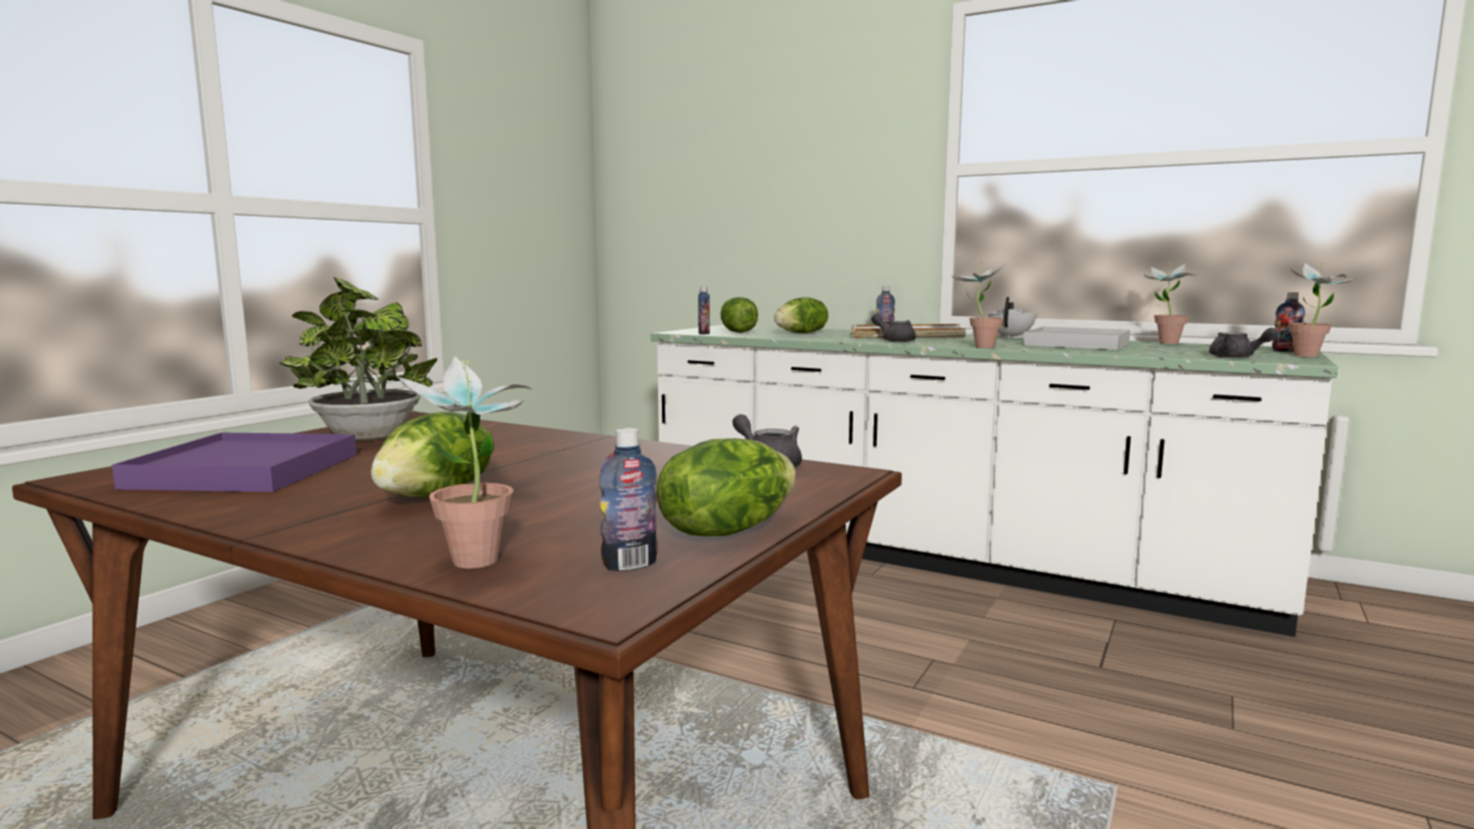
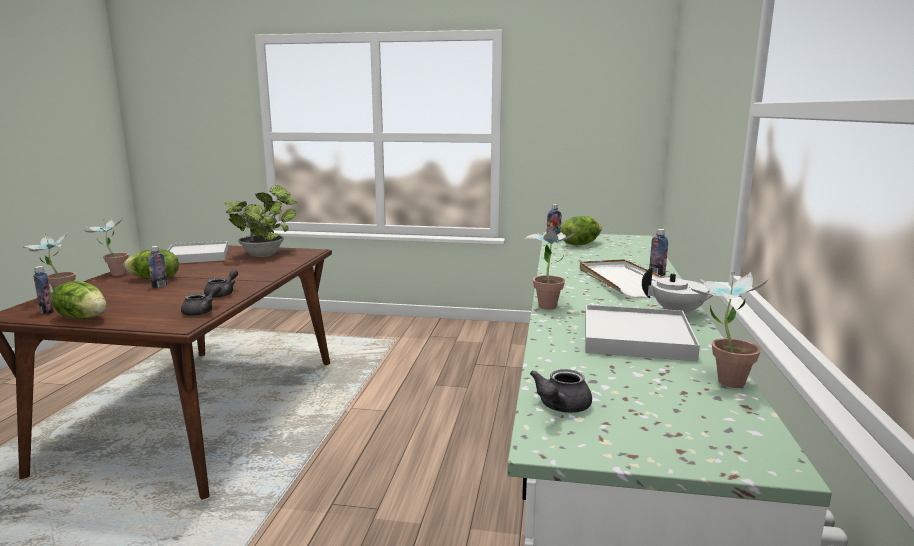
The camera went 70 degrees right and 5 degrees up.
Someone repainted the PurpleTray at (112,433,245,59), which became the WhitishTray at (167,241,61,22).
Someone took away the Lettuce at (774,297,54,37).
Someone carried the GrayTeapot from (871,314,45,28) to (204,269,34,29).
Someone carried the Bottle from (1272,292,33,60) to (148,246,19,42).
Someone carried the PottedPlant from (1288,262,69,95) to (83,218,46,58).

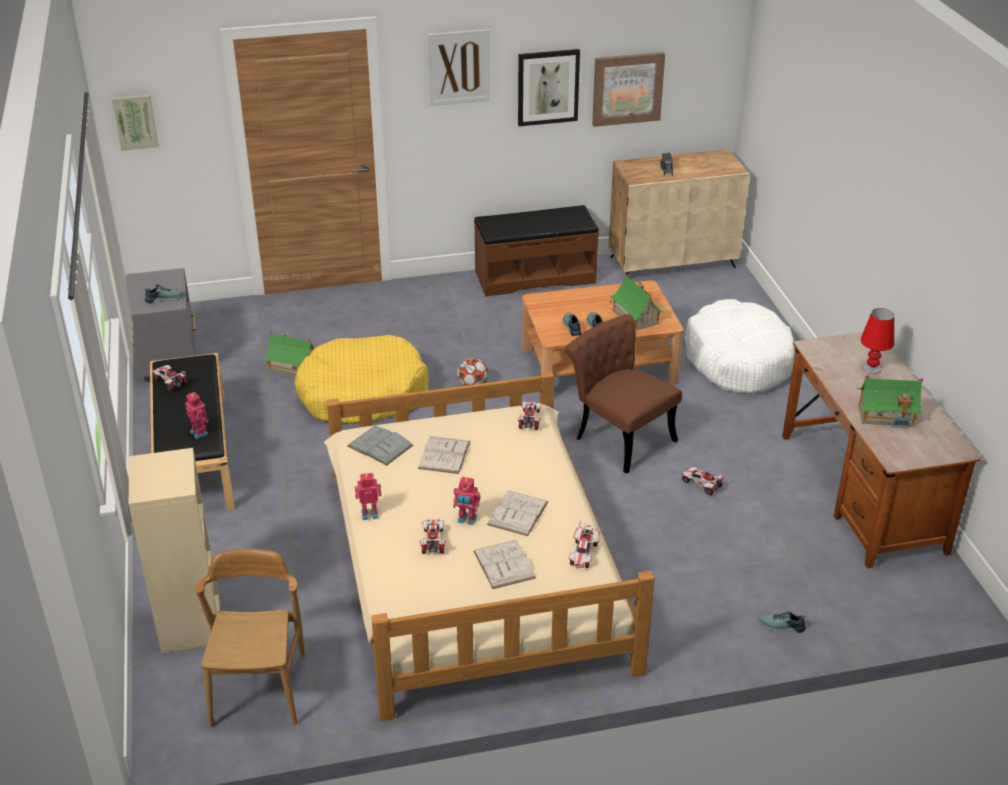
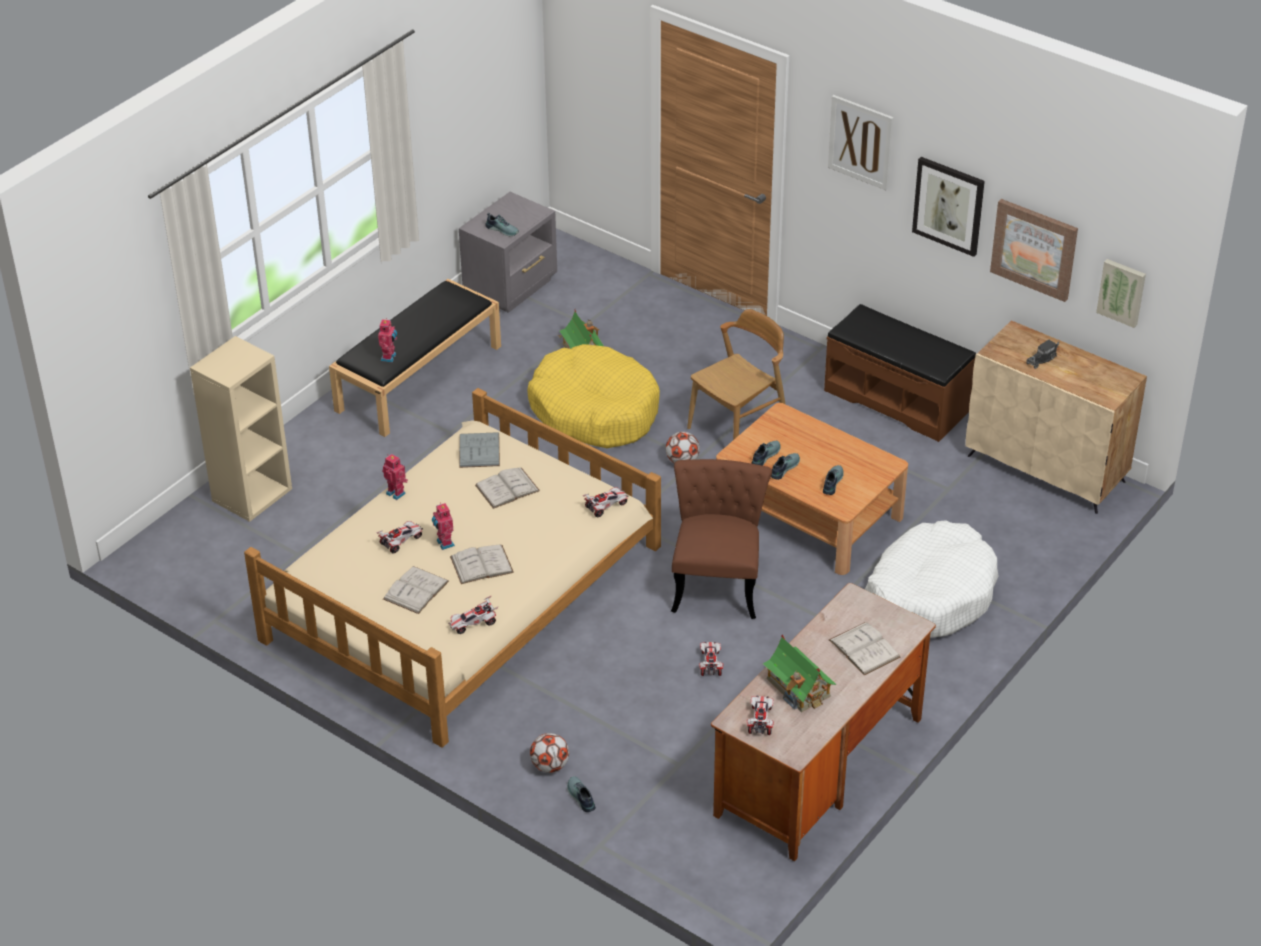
The camera went 50 degrees right and 5 degrees up.
Someone carried the WallPicture from (112,94,47,57) to (1096,259,50,69).
Someone carried the MiniatureCar from (152,365,35,27) to (747,695,27,40).
Someone carried the BrownishUprightChair from (196,548,109,179) to (687,309,98,131).
Someone swapped the ToyHouse at (609,273,55,58) for the ItemOfFootwear at (823,465,21,30).
Someone swapped the ReddishTableLamp at (861,308,33,66) for the WhitishBook at (829,622,72,53).
Someone put down the FootballBall at (530,733,39,40).

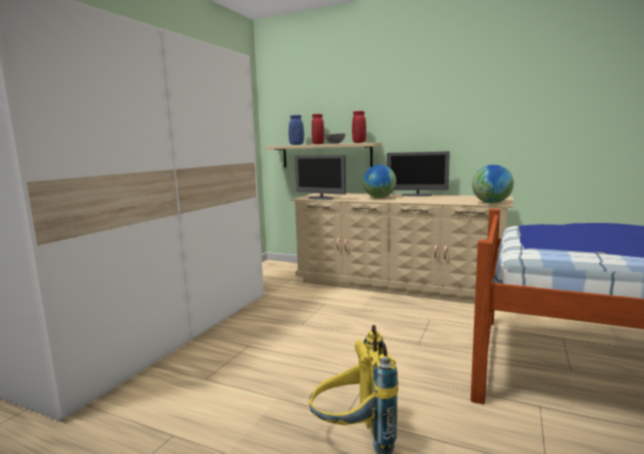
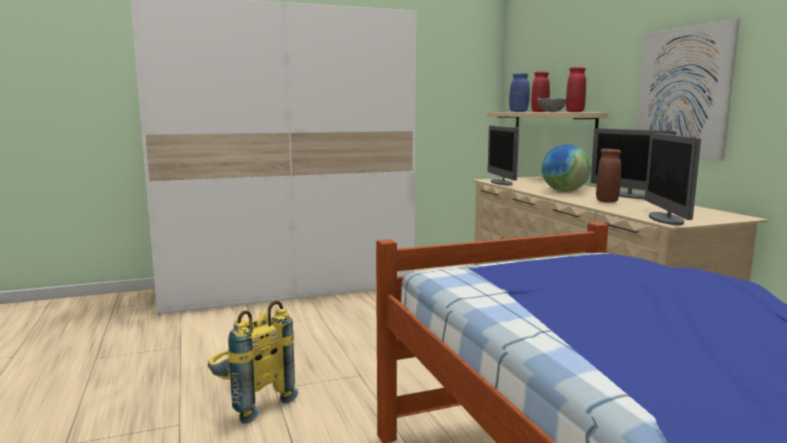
The camera went 45 degrees right and 0 degrees up.
Someone swapped the Globe at (472,165,42,38) for the ComputerDisplay at (645,133,56,92).
Someone put down the BrownishVase at (596,148,25,54).
Someone put up the WallPicture at (637,18,103,143).

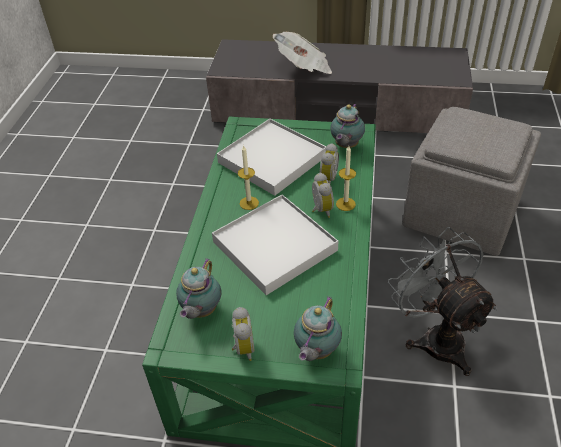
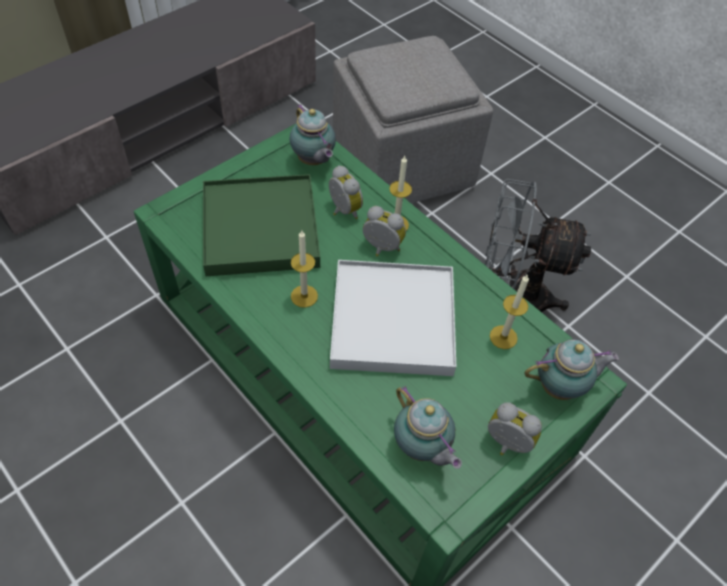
The camera went 55 degrees left and 10 degrees up.
Someone repainted the WhitishTray at (217,119,109,77), which became the GreenColouredTray at (203,174,117,102).
Someone took away the Newspaper at (273,32,59,42).
Someone rotated the Teapot at (294,296,48,65) by 75 degrees counterclockwise.
Someone put down the WaxLight at (490,274,39,75).

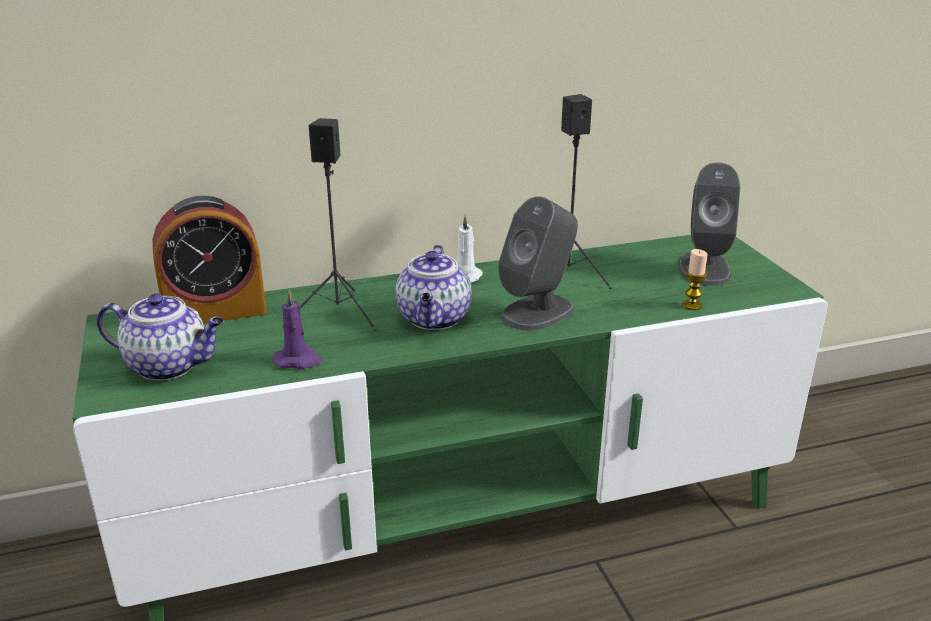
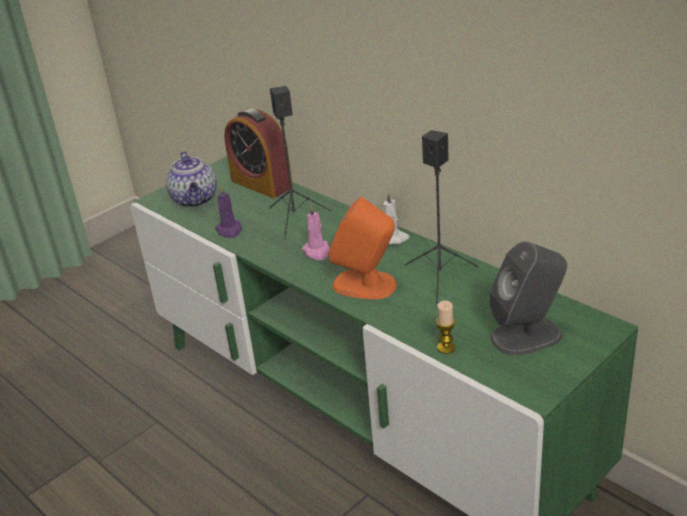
The camera went 65 degrees right and 5 degrees up.
Someone swapped the Teapot at (396,245,76,85) for the PinkColouredWaxLight at (301,204,29,56).
Someone repainted the GrayAudioSpeaker at (498,197,80,134), which became the OrangeAudioSpeaker at (328,197,69,102).

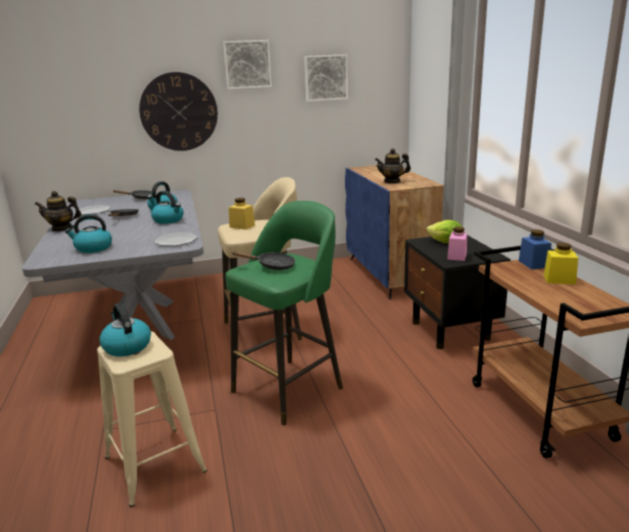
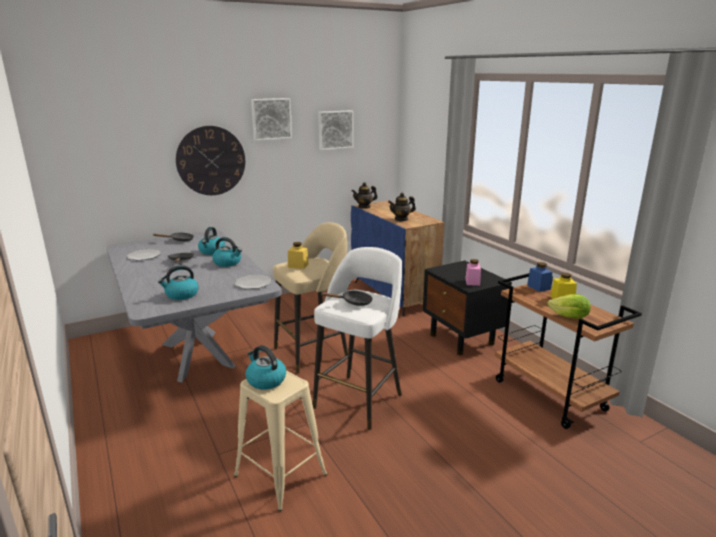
The camera went 15 degrees left and 0 degrees up.
Someone carried the Teapot from (35,191,46,40) to (352,182,25,27).
Someone repainted the GreenColouredStoolSeat at (225,201,118,225), which became the WhitishStoolSeat at (312,247,90,183).
Someone carried the Lettuce from (426,220,36,23) to (547,294,44,25).

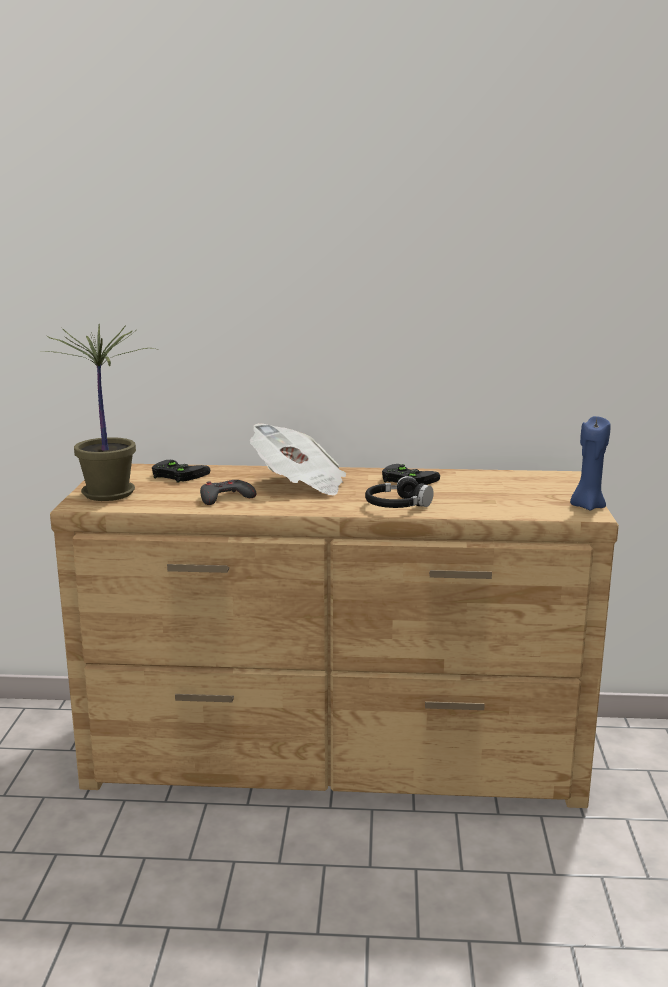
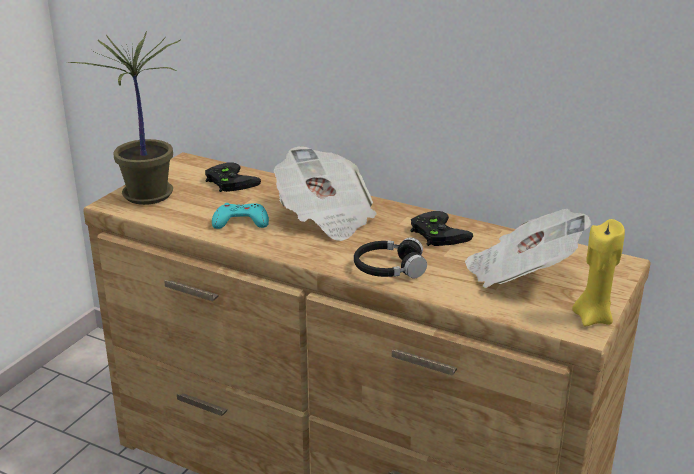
The camera went 25 degrees right and 10 degrees up.
Someone repainted the GrayGameController at (200,480,56,25), which became the TurquoiseColouredGameController at (212,203,57,26).
Someone repainted the BlueColouredWaxLight at (570,416,41,95), which became the YellowWaxLight at (572,219,53,108).
Someone put down the Newspaper at (465,209,126,79).

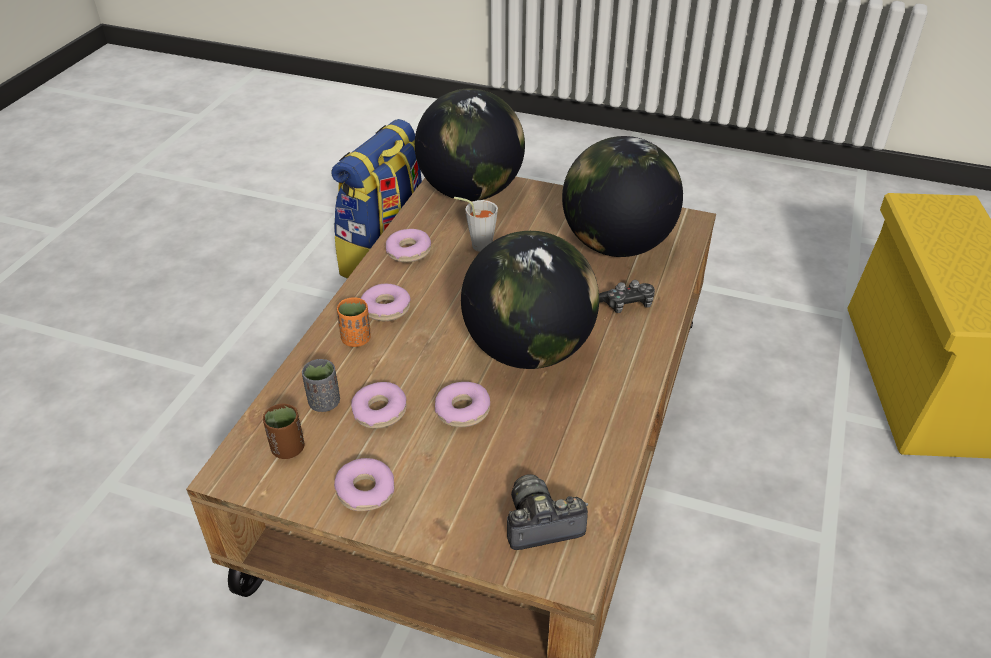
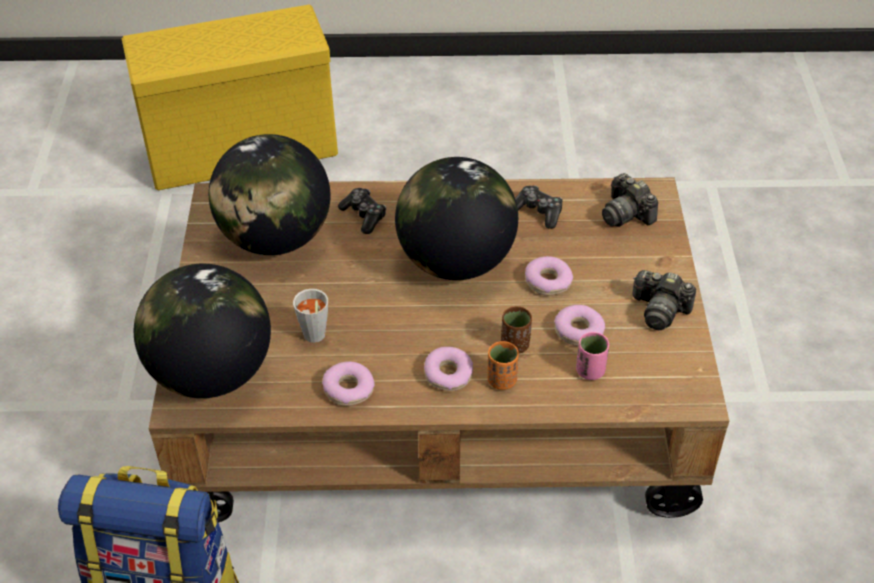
The camera went 110 degrees left and 5 degrees up.
Someone carried the BrownishCup from (263,404,42,55) to (501,306,31,48).
Someone repainted the GrayCup at (302,359,38,53), which became the PinkColouredCup at (576,332,33,48).
Someone swapped the Donut at (334,458,61,53) for the StillCamera at (633,270,63,60).
Someone put down the GameController at (515,185,48,44).

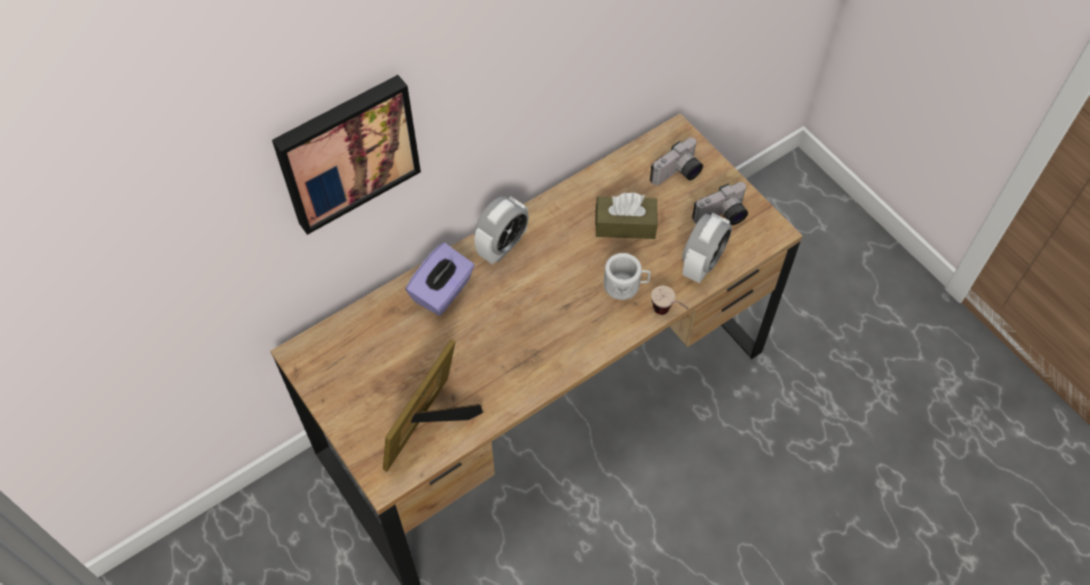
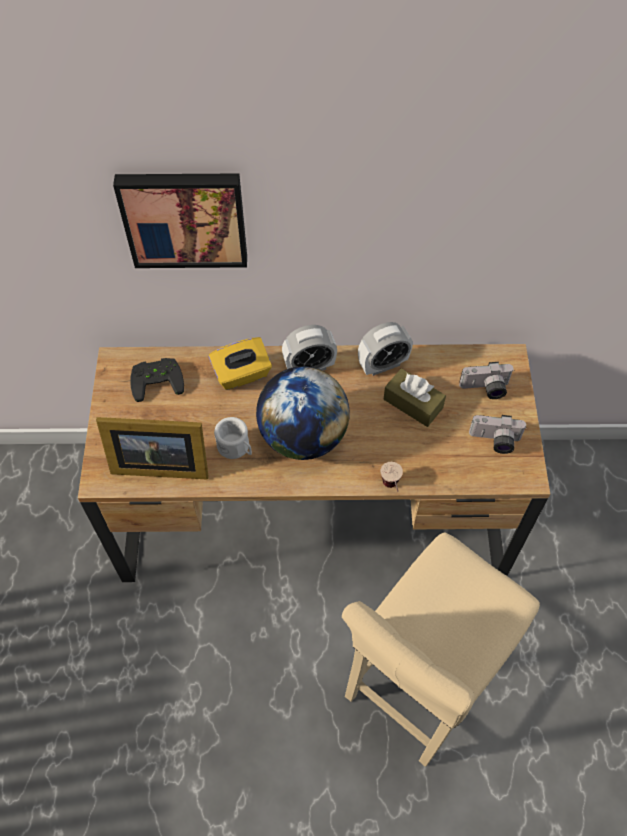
The camera went 35 degrees right and 0 degrees up.
Someone rotated the PhotoFrame at (383,339,100,133) by 150 degrees counterclockwise.
Someone repainted the PurpleTissueBox at (405,243,70,73), which became the YellowTissueBox at (209,337,63,53).
Someone carried the WhitishMug from (604,253,47,47) to (214,417,38,42).
Someone carried the BedsideClock from (682,213,50,70) to (358,322,55,54).
Someone put down the BlackColouredGameController at (130,358,54,44).
Someone put down the Globe at (256,366,94,94).
Someone put down the BeigeStoolSeat at (342,532,198,235).

